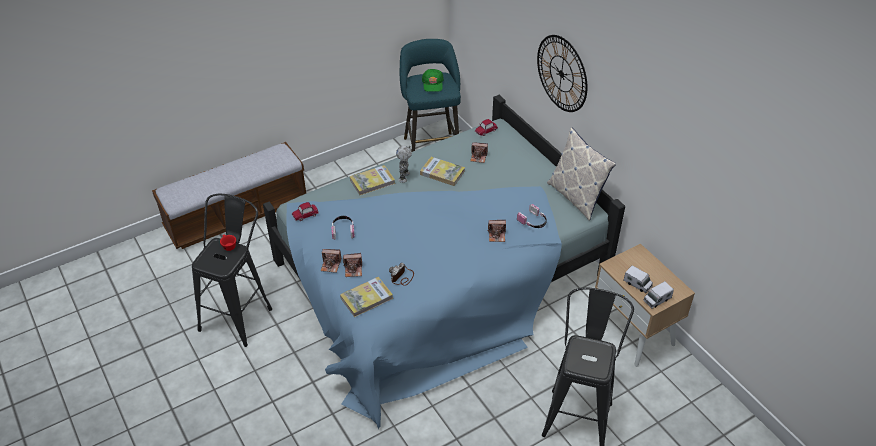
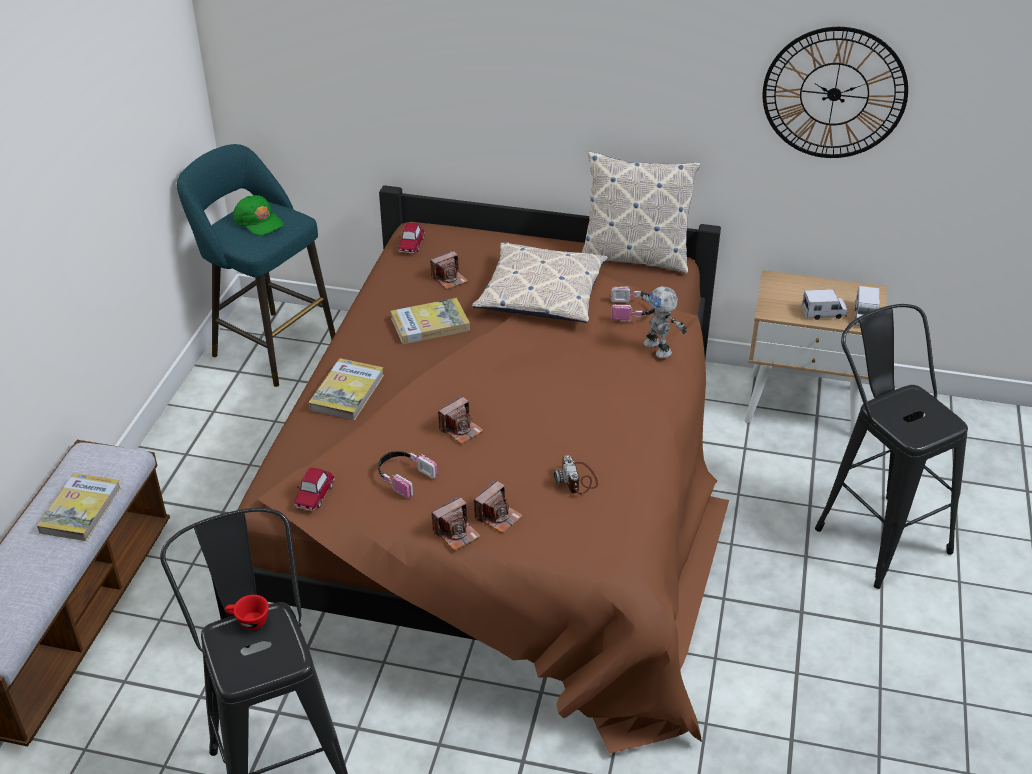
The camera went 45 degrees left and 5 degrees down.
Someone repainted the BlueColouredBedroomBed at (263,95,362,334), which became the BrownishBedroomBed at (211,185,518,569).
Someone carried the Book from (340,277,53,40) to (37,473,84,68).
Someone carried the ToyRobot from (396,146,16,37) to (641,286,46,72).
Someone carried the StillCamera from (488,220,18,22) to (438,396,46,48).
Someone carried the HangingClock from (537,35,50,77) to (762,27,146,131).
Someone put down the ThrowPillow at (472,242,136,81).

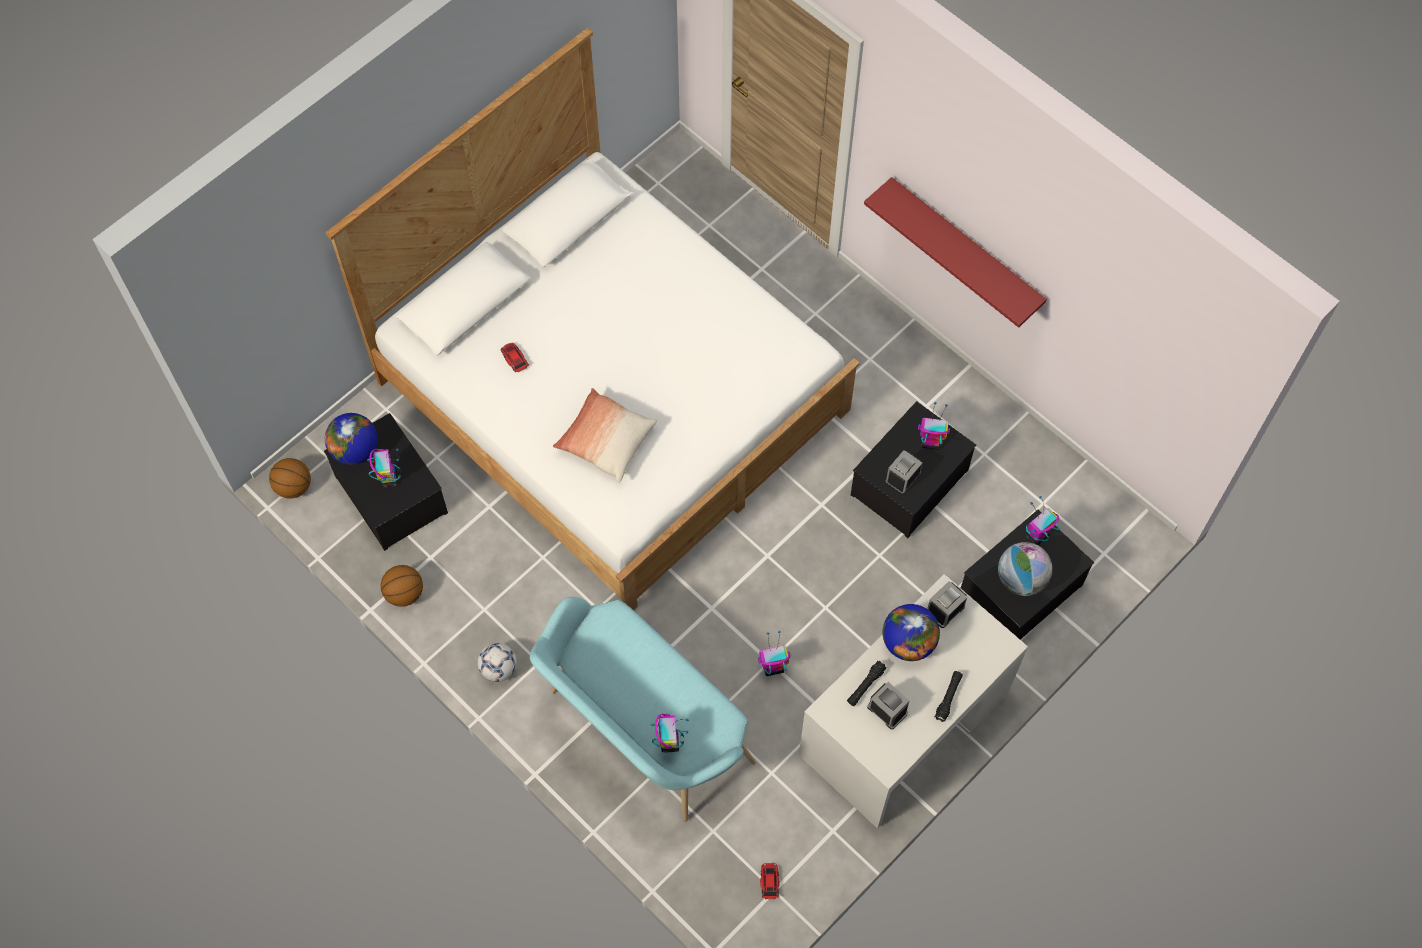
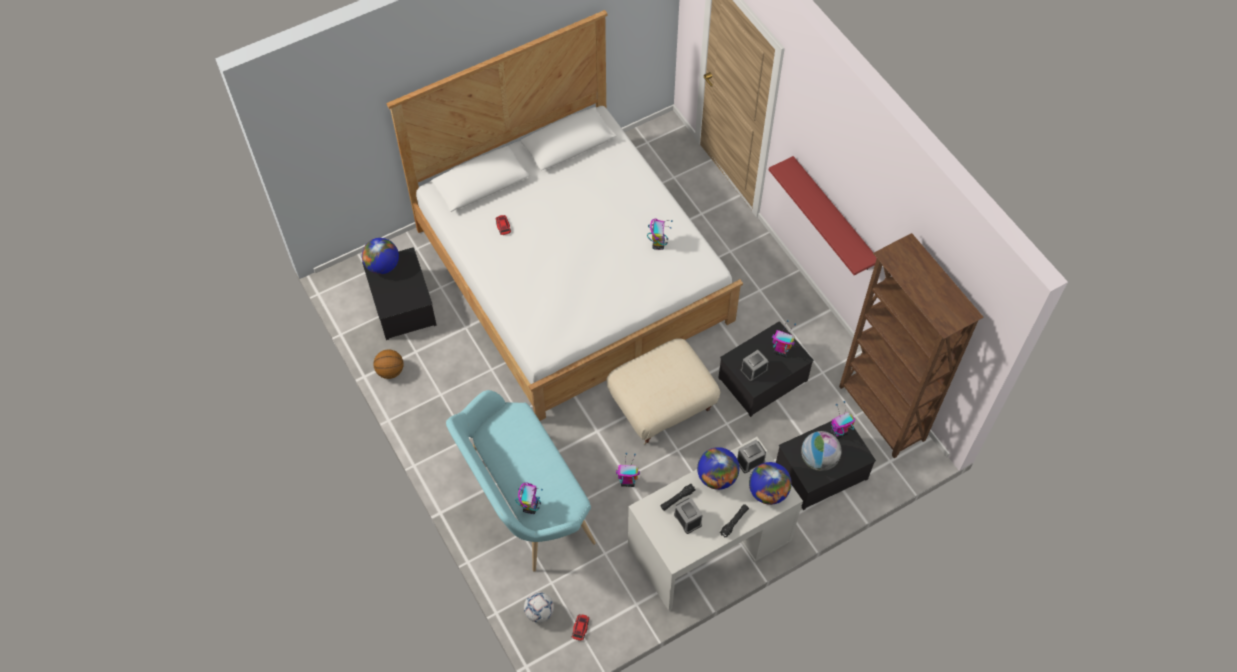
The camera went 15 degrees right and 5 degrees down.
Someone took away the Basketball at (269,458,42,40).
Someone carried the ToyRobot from (367,448,34,39) to (647,219,26,31).
Someone carried the FootballBall from (478,643,39,39) to (524,592,30,31).
Someone took away the ThrowPillow at (553,388,104,94).
Someone put down the BeigeOttoman at (606,338,114,107).
Someone put down the Globe at (749,462,43,43).
Someone put down the BrownishShelvingUnit at (839,233,145,225).

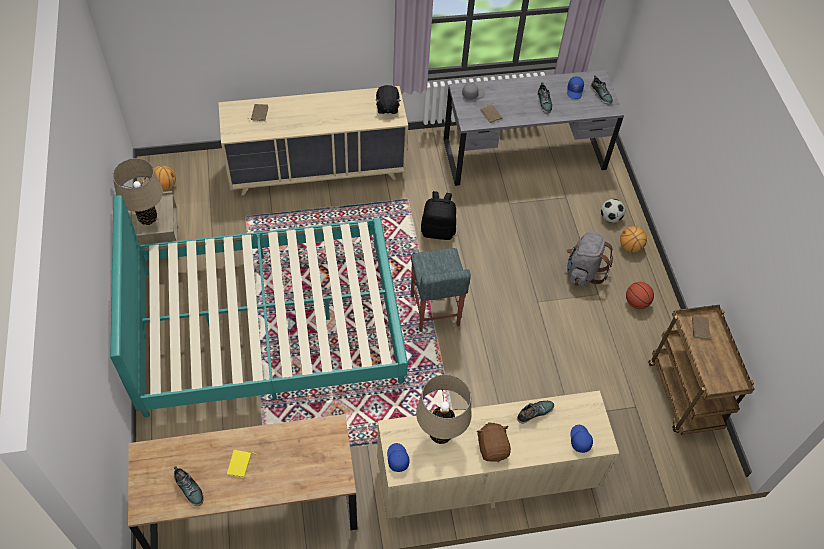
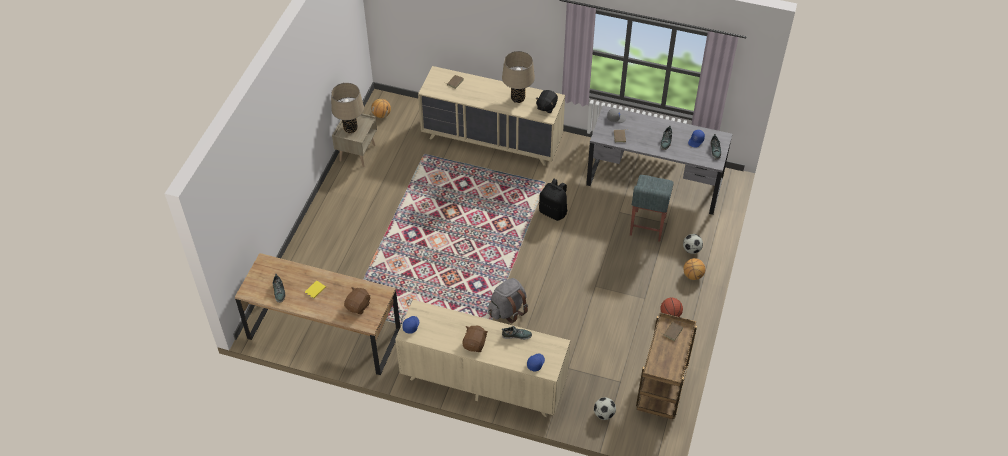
The camera went 30 degrees right and 5 degrees down.
Someone took away the TurquoiseColouredBedroomBed at (110,195,298,222).
Someone carried the GrayStoolSeat from (411,248,60,84) to (630,175,44,67).
Someone carried the BeigeTableLamp from (416,374,55,70) to (502,51,33,52).
Someone carried the GrayBackpack from (567,232,46,55) to (488,278,40,45).
Someone put down the BrownishCuddlyToy at (344,287,26,27).
Someone put down the FootballBall at (594,397,22,23).

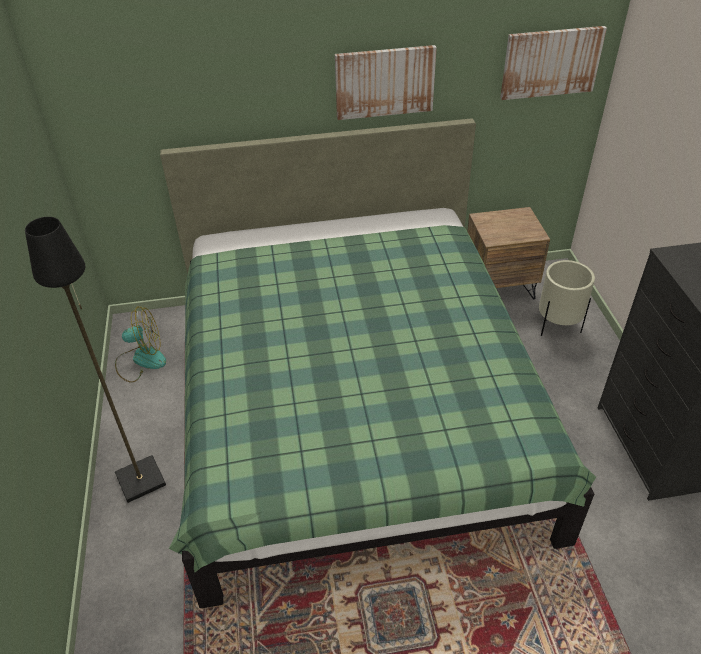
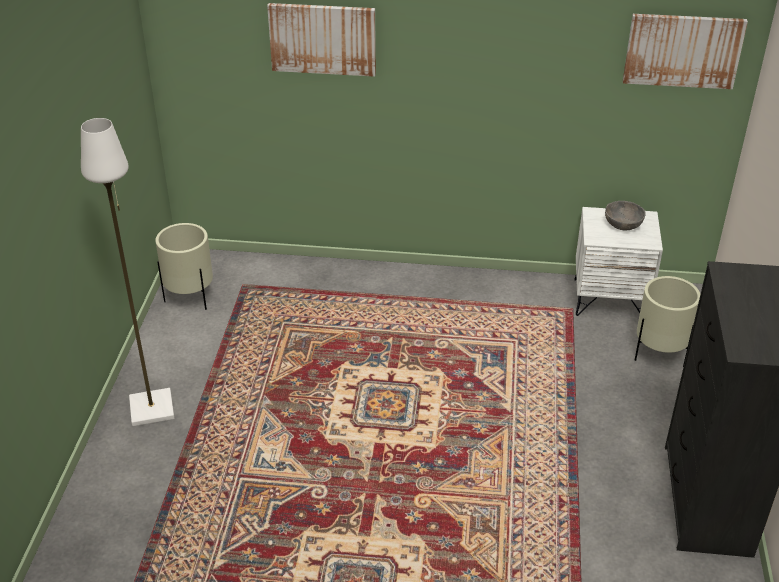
The camera went 15 degrees right and 5 degrees down.
Someone repainted the BlackColouredStandingLamp at (25,217,141,286), which became the WhitishStandingLamp at (81,118,93,308).
Someone swapped the Fan at (115,306,51,77) for the BeigePlantPot at (155,223,58,87).
Someone took away the GreenColouredBedroomBed at (160,118,436,490).
Someone carried the WallPicture from (335,45,102,75) to (267,3,109,74).
Someone repainted the BrownishNightstand at (467,207,83,92), which became the WhitishNightstand at (575,207,88,109).
Someone put down the GrayDeepDish at (605,201,41,29).

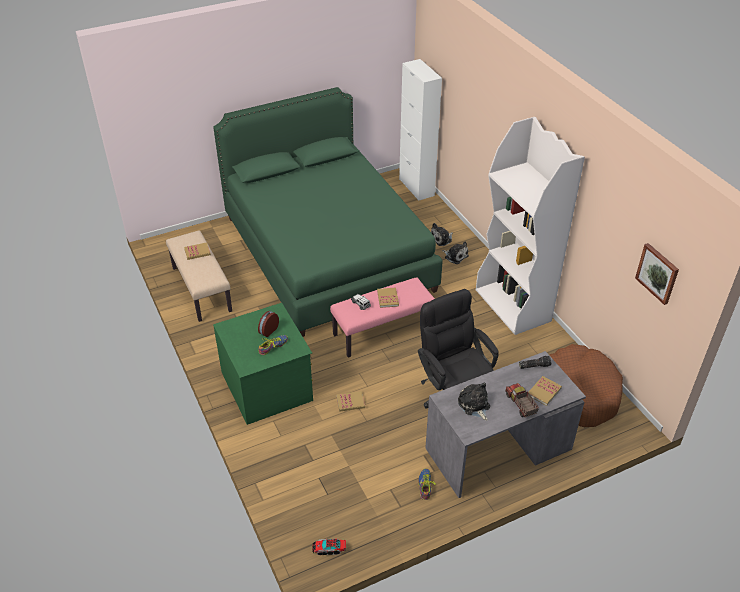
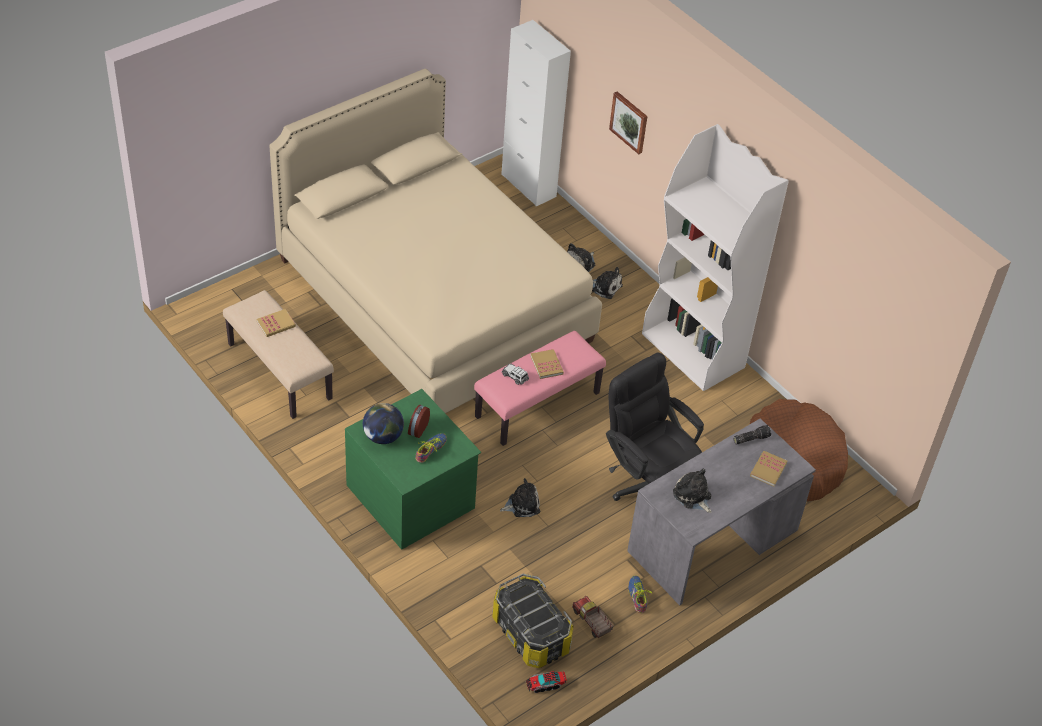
The camera went 15 degrees left and 5 degrees up.
Someone repainted the GreenColouredBedroomBed at (213,87,230,250), which became the BeigeBedroomBed at (269,69,333,344).
Someone swapped the Book at (336,391,29,21) for the CuddlyToy at (500,478,40,39).
Someone carried the ToyTruck from (505,383,34,34) to (572,596,42,42).
Someone carried the WallPicture from (635,243,44,62) to (609,92,38,62).
Someone put down the Globe at (363,403,41,41).
Someone put down the StorageBox at (492,574,82,94).

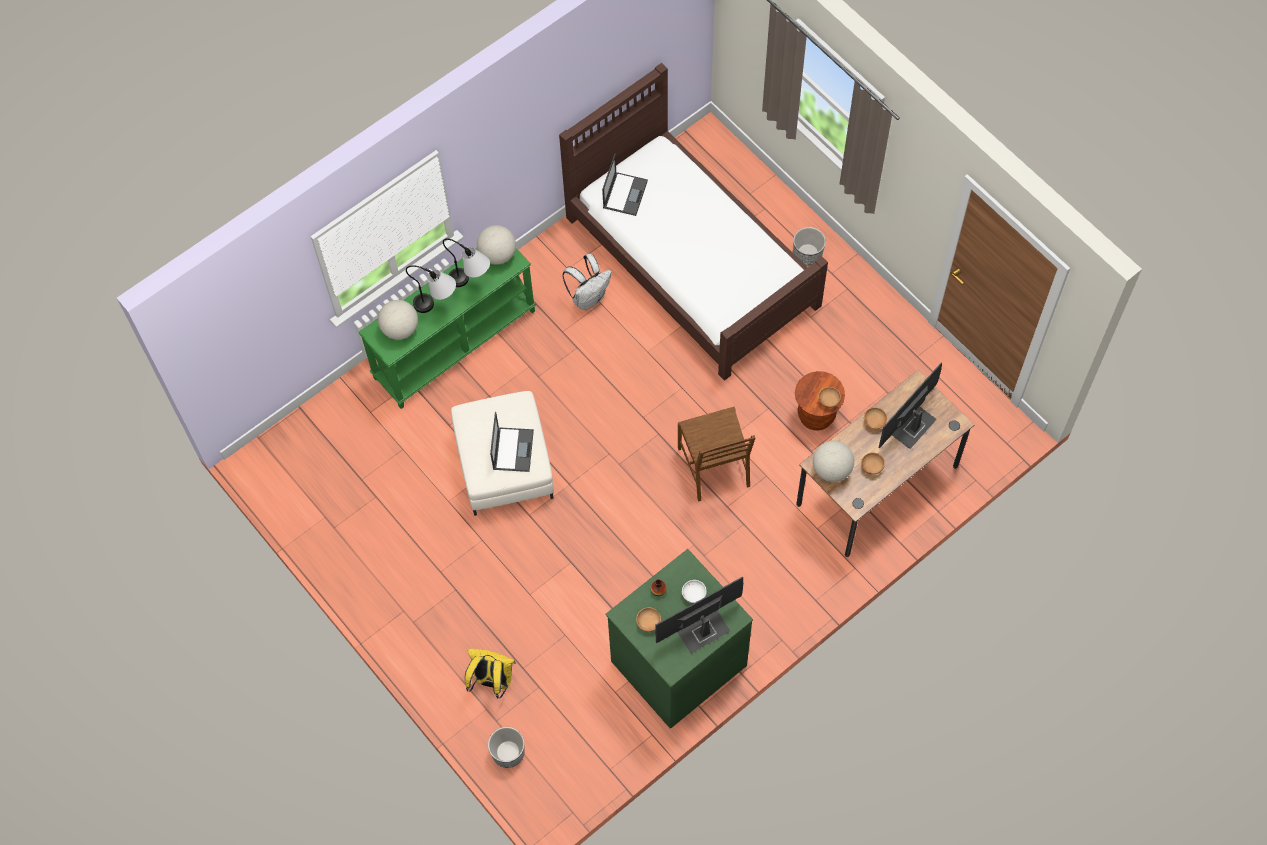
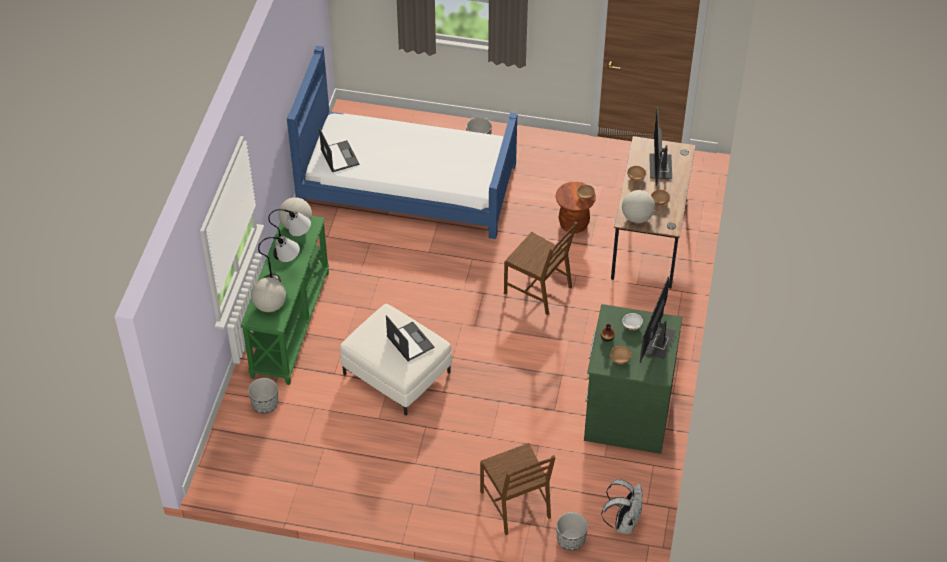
The camera went 40 degrees left and 15 degrees down.
Someone swapped the YellowBackpack at (465,649,51,49) for the BrownishUprightChair at (480,443,76,92).
Someone repainted the BrownishBedroomBed at (559,63,269,318), which became the BlueColouredBedroomBed at (287,46,230,193).
Someone carried the WhitishBackpack from (562,254,50,56) to (601,479,41,55).
Someone put down the PlantPot at (248,378,30,35).

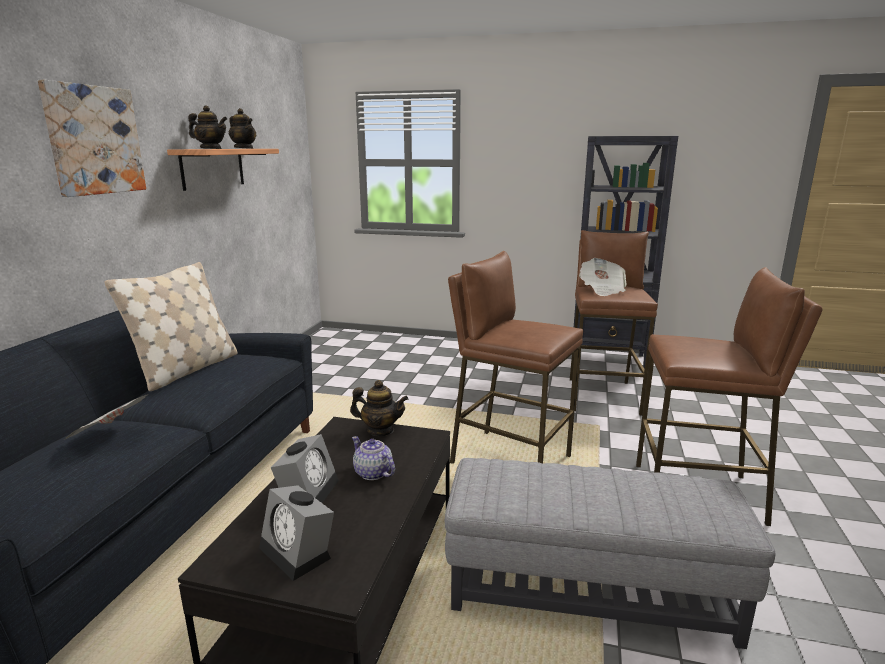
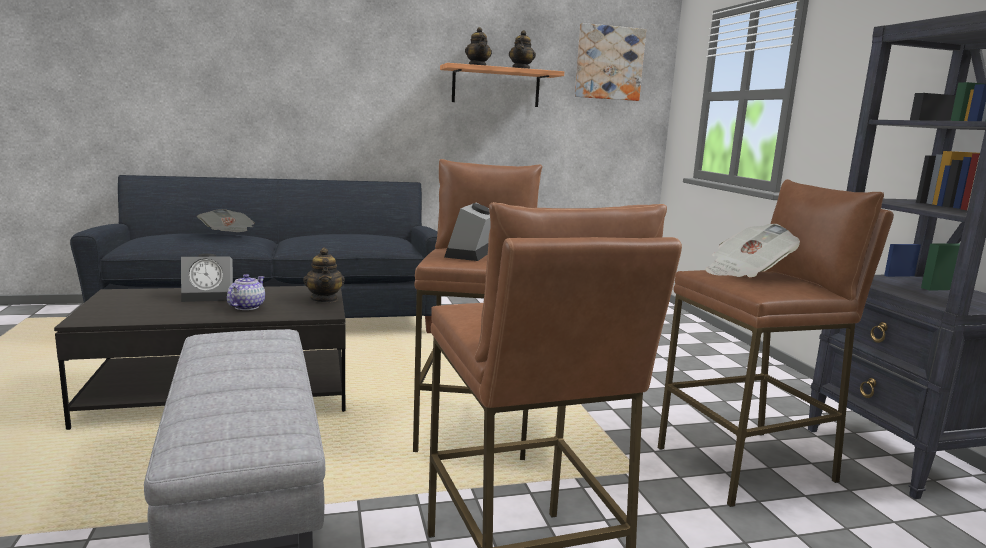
The camera went 60 degrees right and 5 degrees down.
Someone carried the WallPicture from (38,80,108,117) to (575,23,71,78).
Someone took away the BeigeThrowPillow at (104,262,133,129).
Someone carried the BedsideClock from (259,485,75,96) to (444,203,46,58).

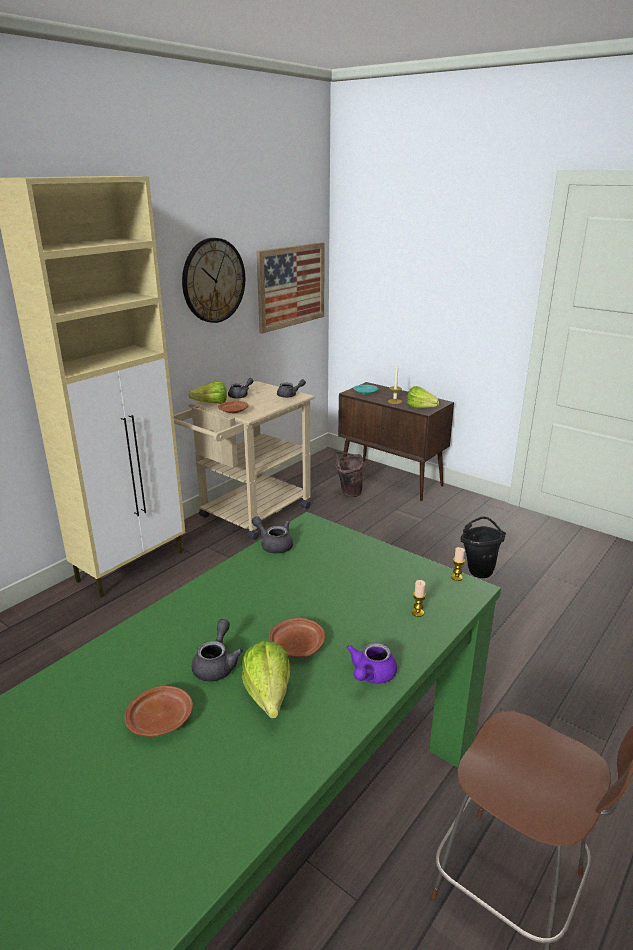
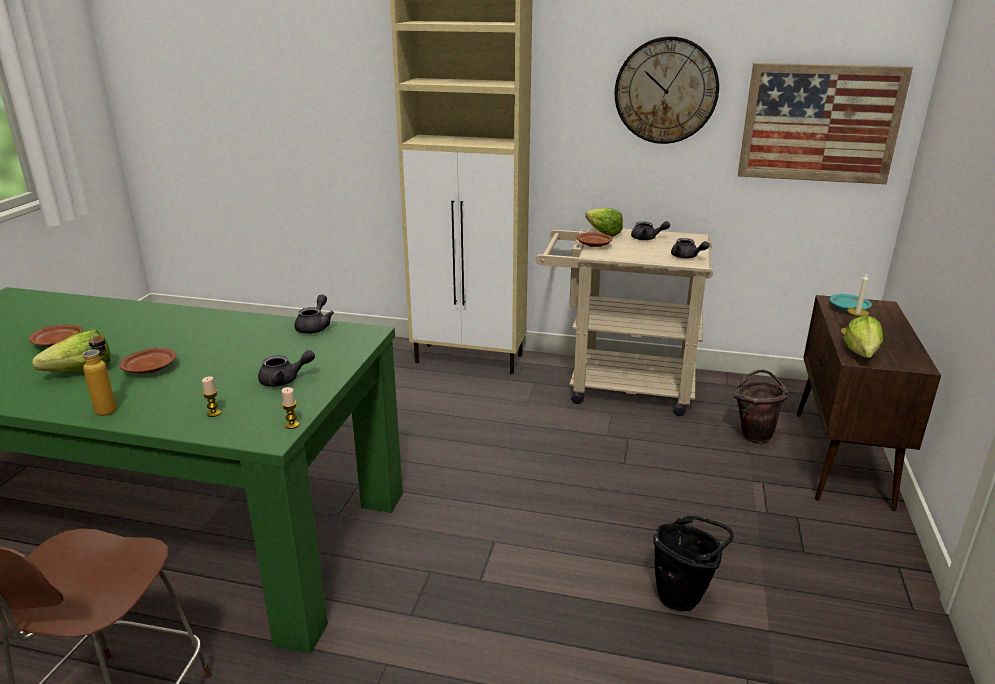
The camera went 65 degrees right and 0 degrees up.
Someone carried the GrayTeapot from (192,619,51,63) to (258,350,57,37).
Someone swapped the PurpleTeapot at (346,643,51,41) for the Bottle at (82,330,34,86).

